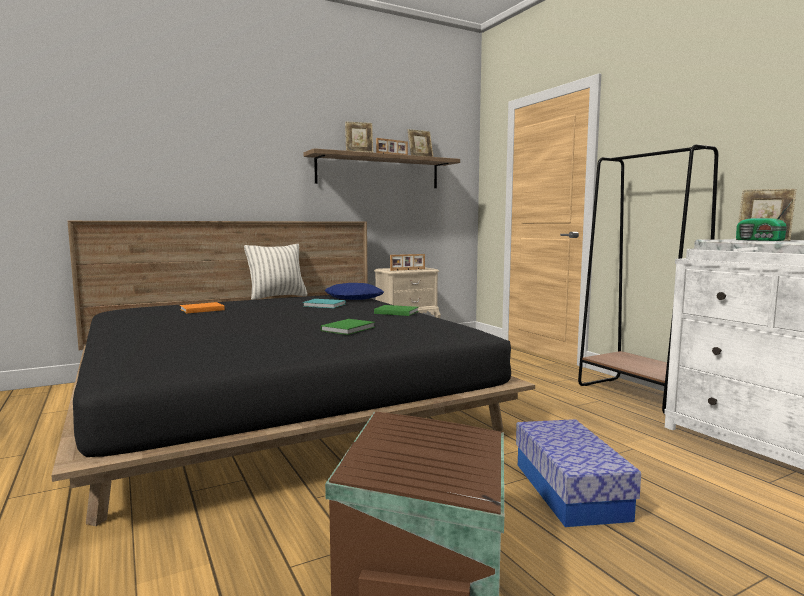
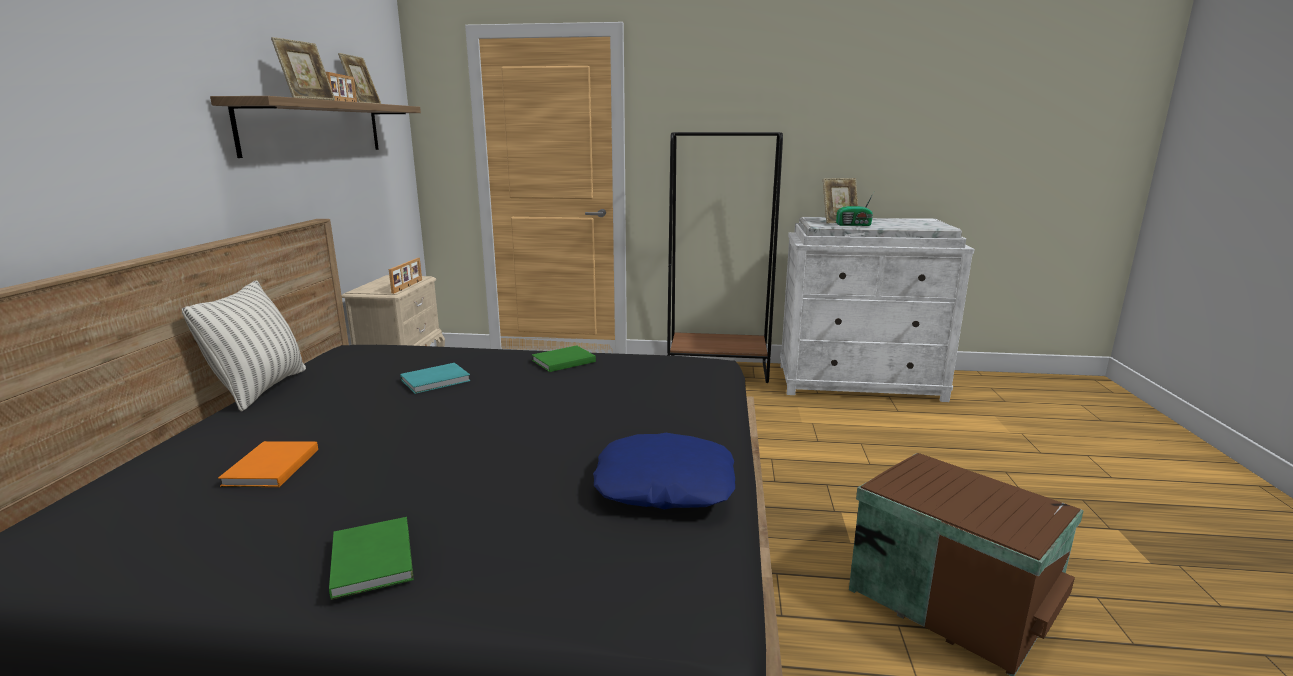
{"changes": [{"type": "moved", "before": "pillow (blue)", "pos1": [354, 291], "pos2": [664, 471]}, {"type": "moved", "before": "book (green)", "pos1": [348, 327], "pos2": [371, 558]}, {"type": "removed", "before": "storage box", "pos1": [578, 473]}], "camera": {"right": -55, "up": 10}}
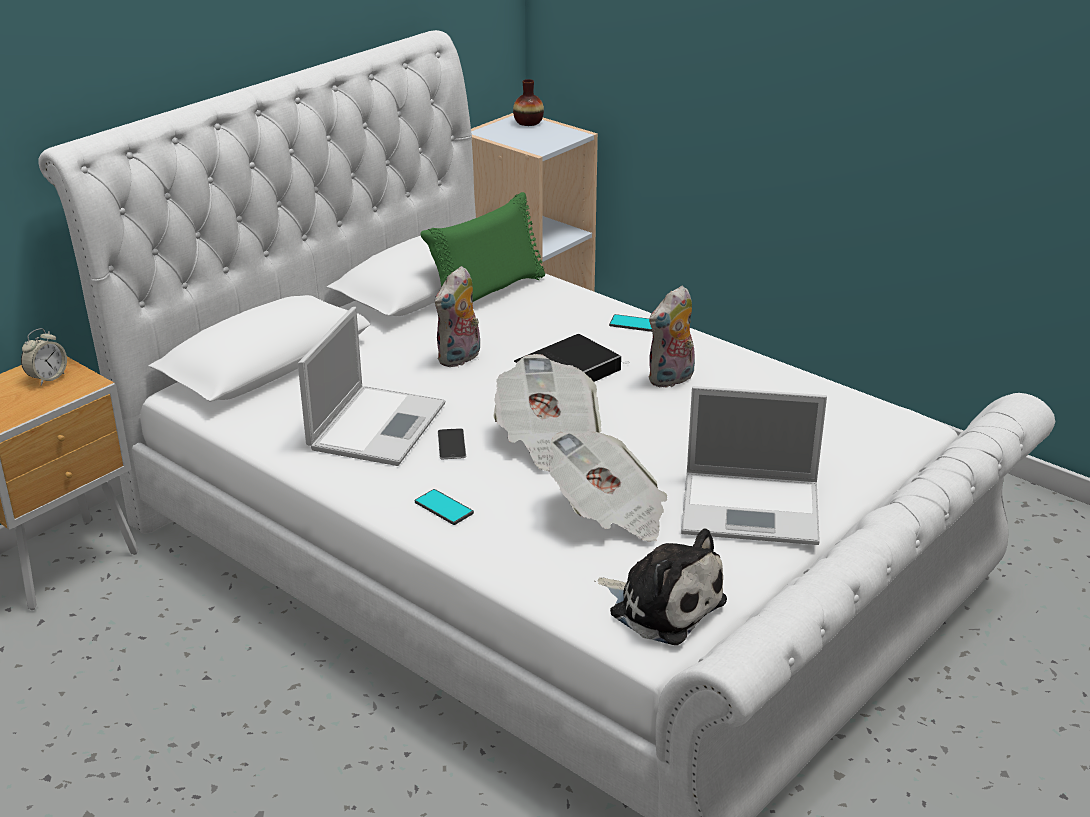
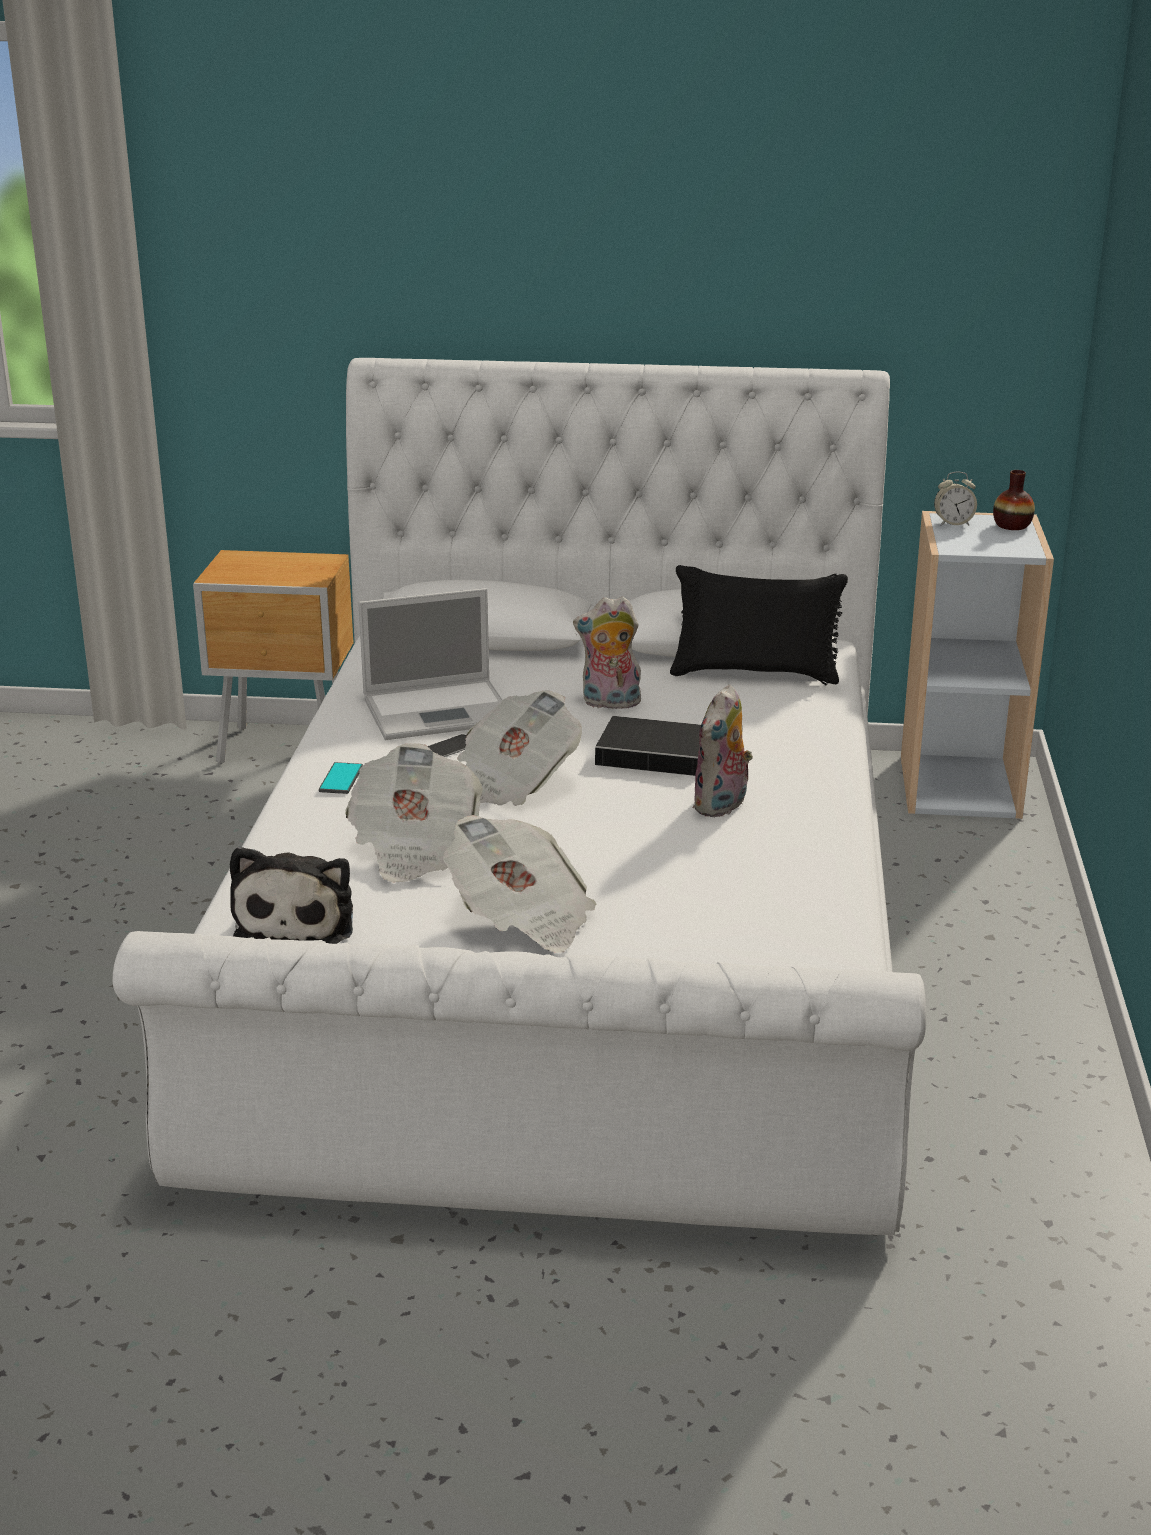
{"changes": [{"type": "recoloured", "before": "pillow (green)", "after": "pillow (black)", "pos1": [482, 247], "pos2": [759, 625]}, {"type": "turned", "before": "plush toy", "pos1": [671, 337], "pos2": [723, 751], "turn": -75}, {"type": "removed", "before": "phone", "pos1": [630, 323]}, {"type": "moved", "before": "alarm clock", "pos1": [44, 357], "pos2": [955, 499]}, {"type": "replaced", "before": "laptop", "after": "newspaper", "pos1": [754, 465], "pos2": [519, 883]}], "camera": {"right": 55, "up": -5}}
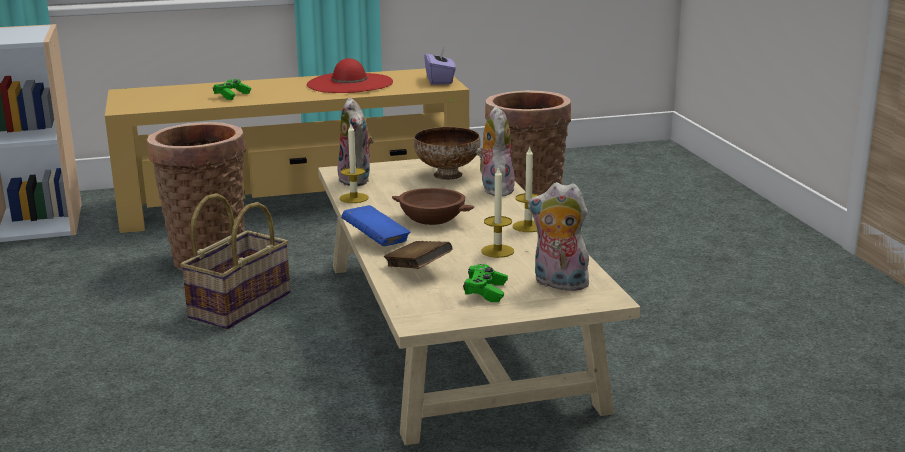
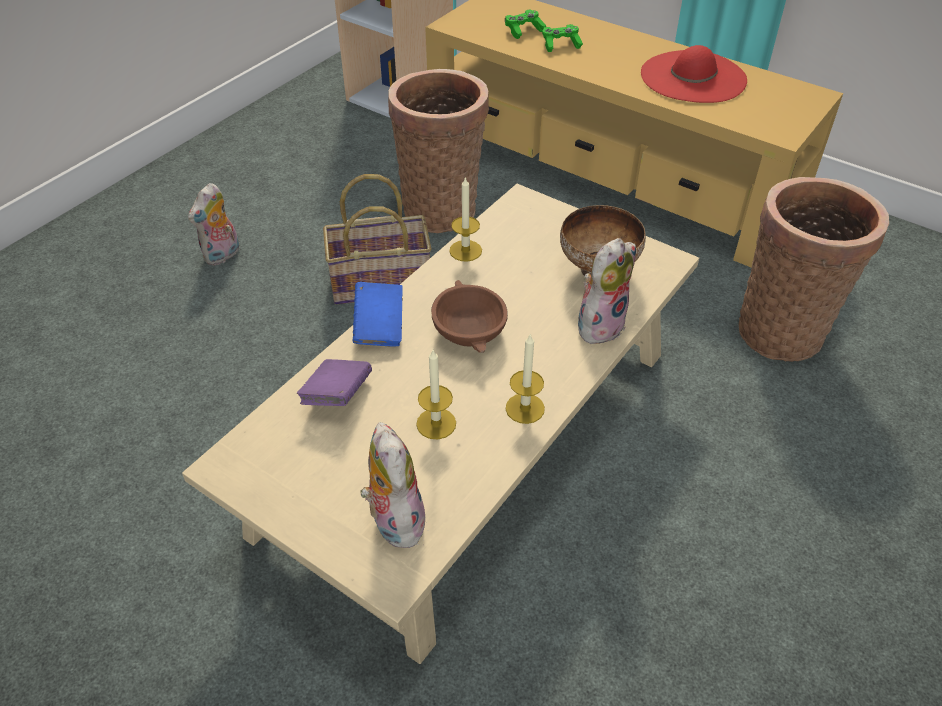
{"changes": [{"type": "removed", "before": "tissue box (purple)", "pos1": [440, 66]}, {"type": "moved", "before": "plush toy", "pos1": [355, 141], "pos2": [213, 224]}, {"type": "recoloured", "before": "book (brown)", "after": "book (purple)", "pos1": [418, 255], "pos2": [334, 382]}, {"type": "moved", "before": "game controller (green)", "pos1": [485, 283], "pos2": [525, 24]}], "camera": {"right": 50, "up": 25}}
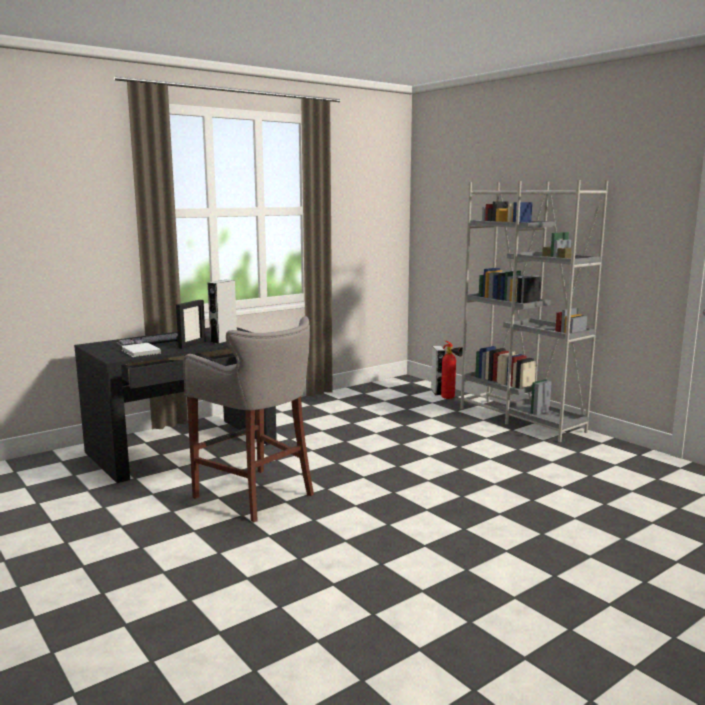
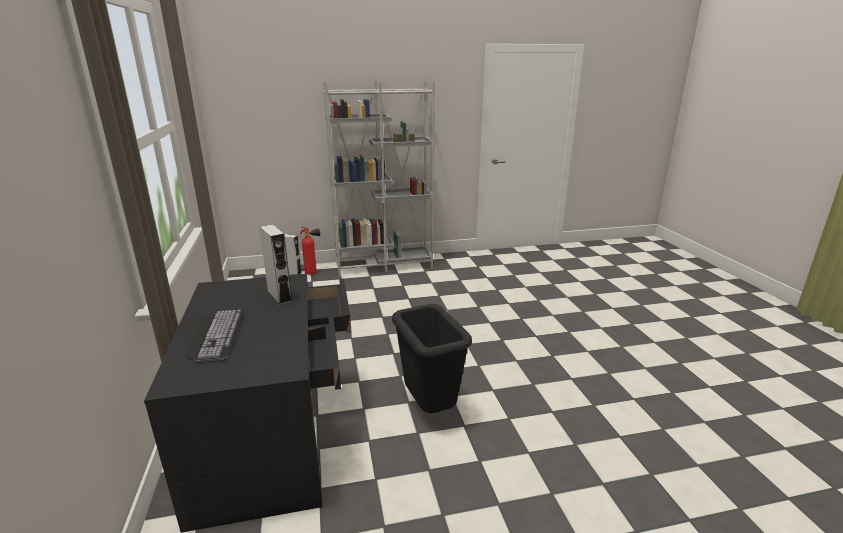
{"changes": [{"type": "removed", "before": "picture frame", "pos1": [191, 324]}, {"type": "replaced", "before": "stool (grey)", "after": "trash can (black)", "pos1": [248, 419], "pos2": [432, 358]}, {"type": "removed", "before": "book (white)", "pos1": [141, 350]}], "camera": {"right": -65, "up": 10}}
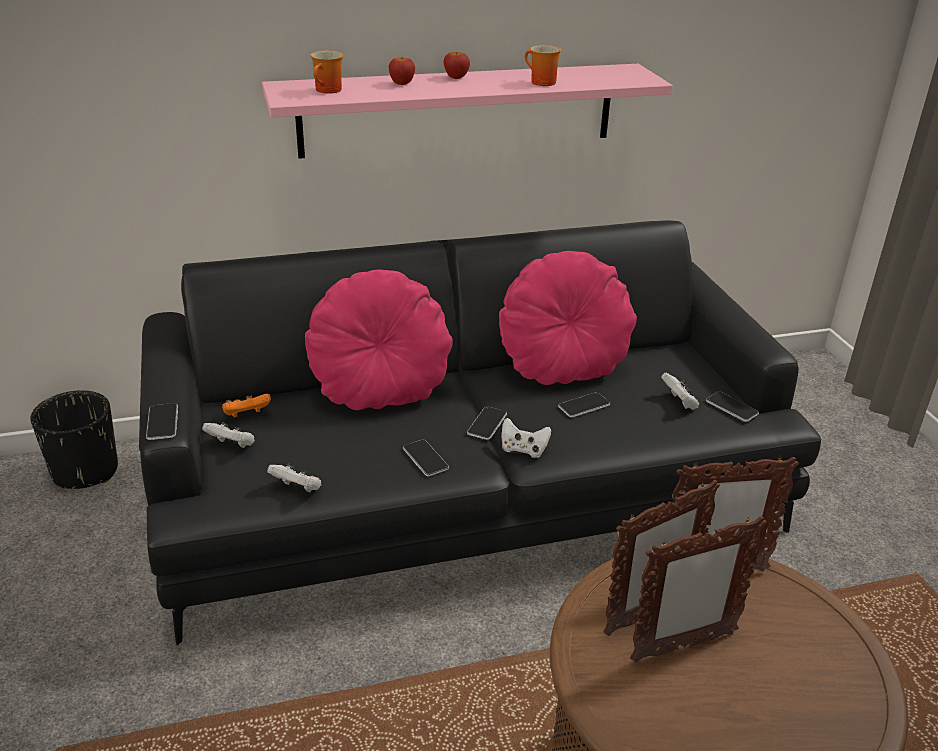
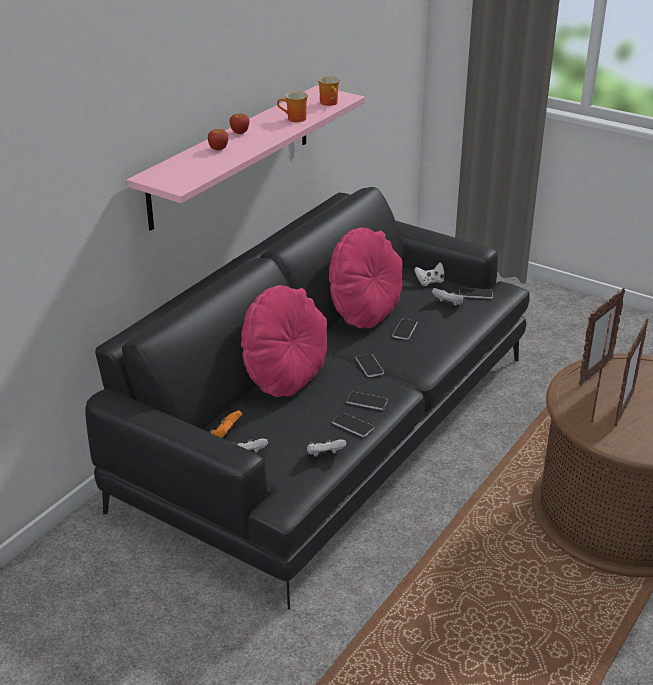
{"changes": [{"type": "moved", "before": "mug", "pos1": [326, 72], "pos2": [329, 91]}, {"type": "removed", "before": "planter (black)", "pos1": [74, 439]}, {"type": "moved", "before": "phone", "pos1": [162, 421], "pos2": [353, 425]}, {"type": "moved", "before": "game controller (white)", "pos1": [526, 438], "pos2": [429, 274]}], "camera": {"right": -40, "up": 0}}
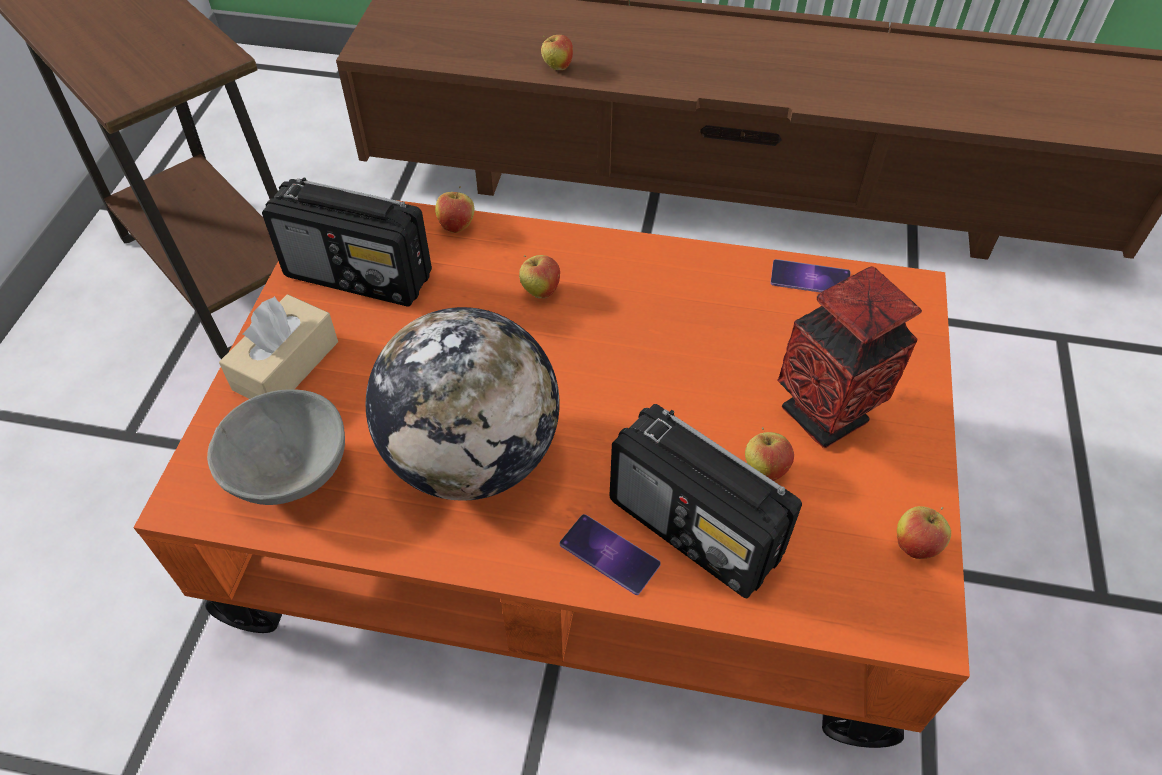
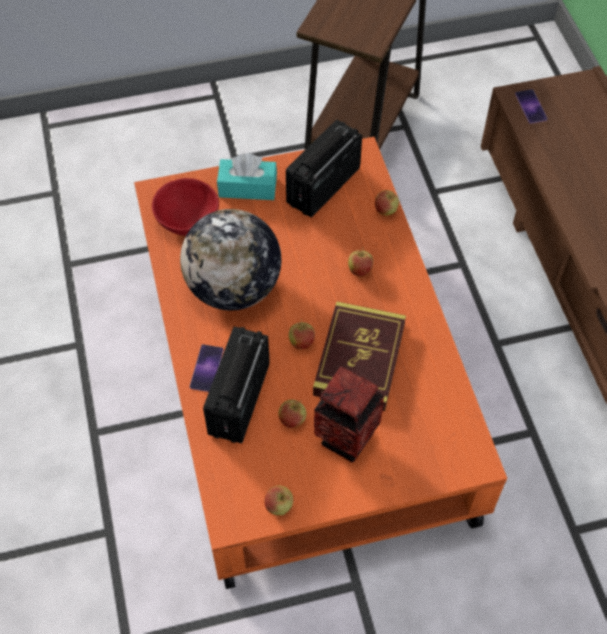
{"changes": [{"type": "moved", "before": "apple", "pos1": [557, 52], "pos2": [302, 334]}, {"type": "turned", "before": "radio", "pos1": [347, 241], "pos2": [324, 168], "turn": 45}, {"type": "moved", "before": "phone", "pos1": [810, 276], "pos2": [531, 106]}, {"type": "recoloured", "before": "tissue box (beige)", "after": "tissue box (turquoise)", "pos1": [278, 346], "pos2": [247, 177]}, {"type": "recoloured", "before": "bowl (grey)", "after": "bowl (red)", "pos1": [276, 447], "pos2": [185, 207]}, {"type": "added", "after": "book", "pos2": [359, 356]}], "camera": {"right": 65, "up": 5}}
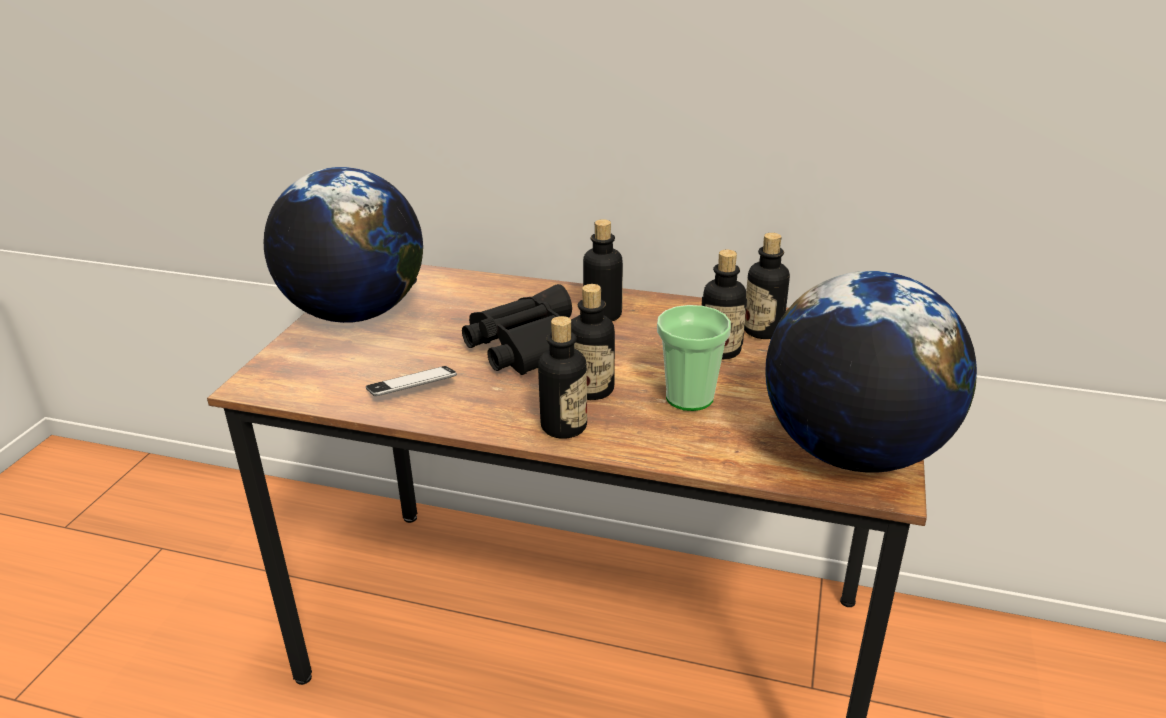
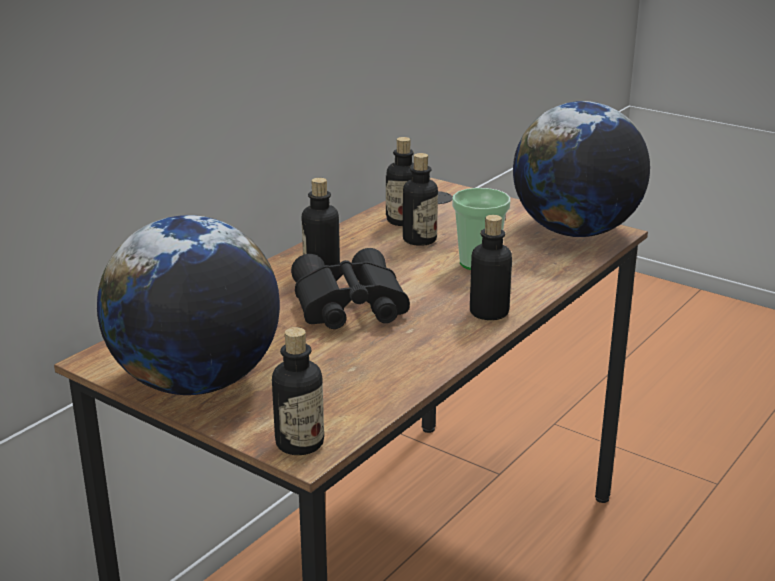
{"changes": [{"type": "moved", "before": "bottle", "pos1": [593, 342], "pos2": [298, 391]}, {"type": "removed", "before": "phone", "pos1": [411, 381]}], "camera": {"right": -70, "up": -5}}
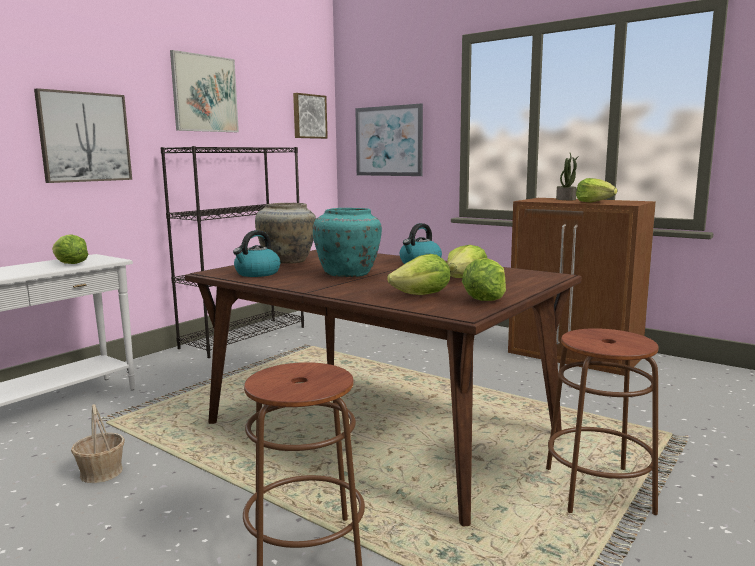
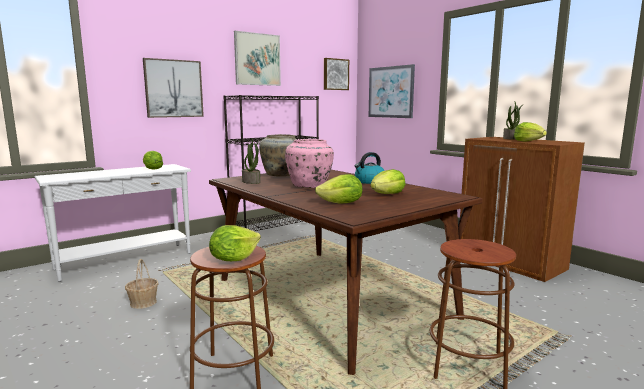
{"changes": [{"type": "recoloured", "before": "vase (turquoise)", "after": "vase (pink)", "pos1": [347, 242], "pos2": [309, 163]}, {"type": "replaced", "before": "kettle", "after": "potted plant", "pos1": [256, 253], "pos2": [251, 161]}, {"type": "moved", "before": "lettuce", "pos1": [484, 279], "pos2": [235, 243]}], "camera": {"right": 15, "up": 0}}
